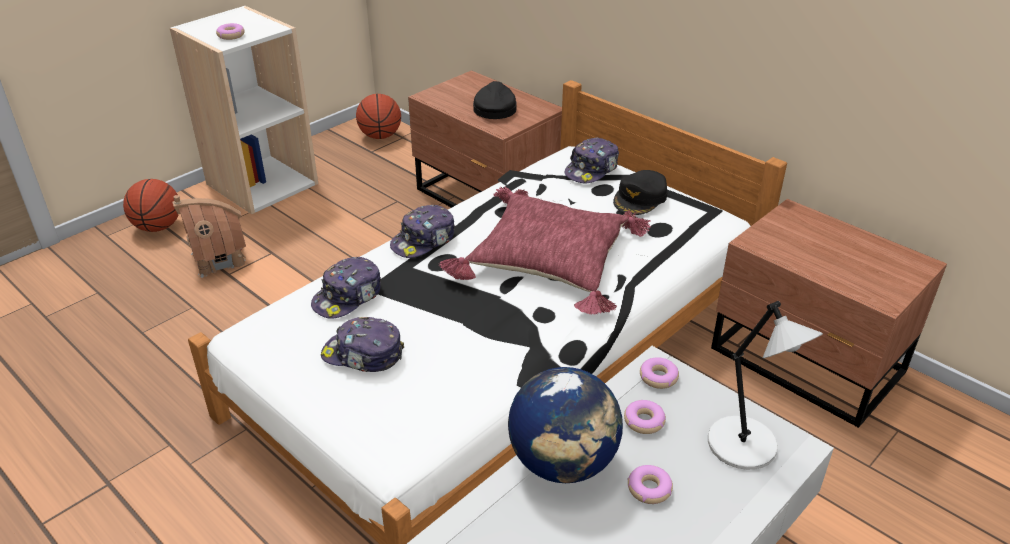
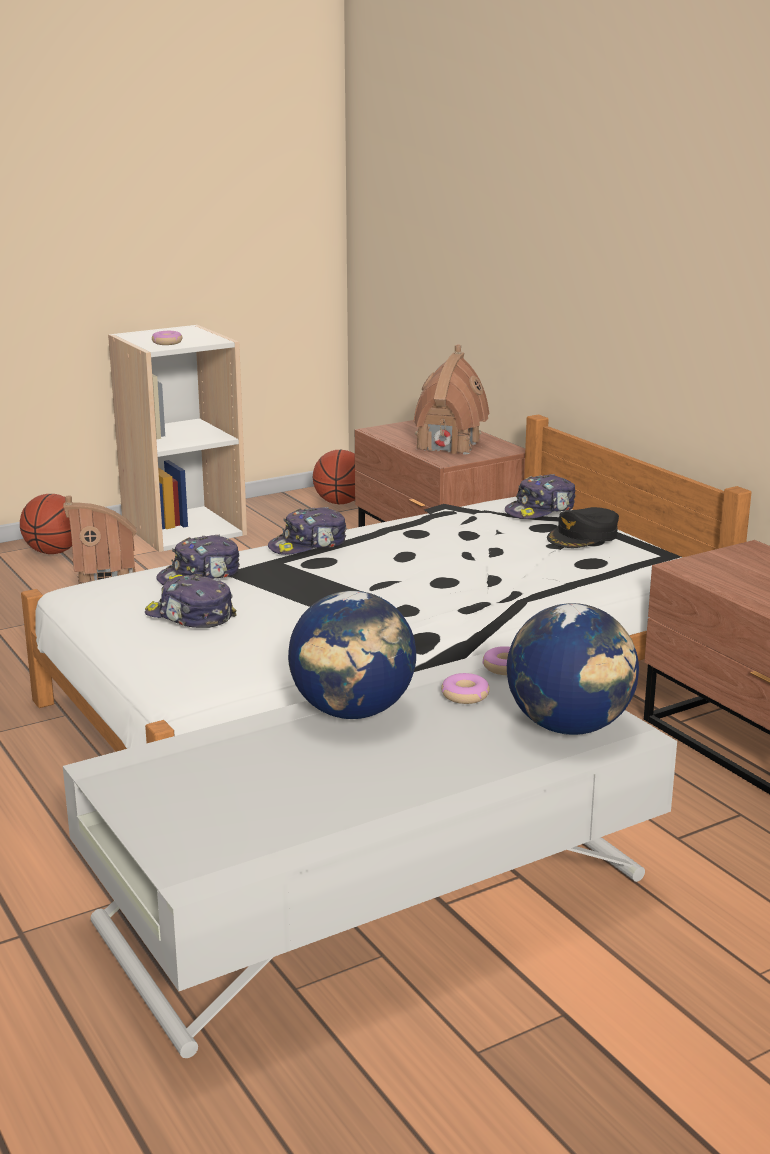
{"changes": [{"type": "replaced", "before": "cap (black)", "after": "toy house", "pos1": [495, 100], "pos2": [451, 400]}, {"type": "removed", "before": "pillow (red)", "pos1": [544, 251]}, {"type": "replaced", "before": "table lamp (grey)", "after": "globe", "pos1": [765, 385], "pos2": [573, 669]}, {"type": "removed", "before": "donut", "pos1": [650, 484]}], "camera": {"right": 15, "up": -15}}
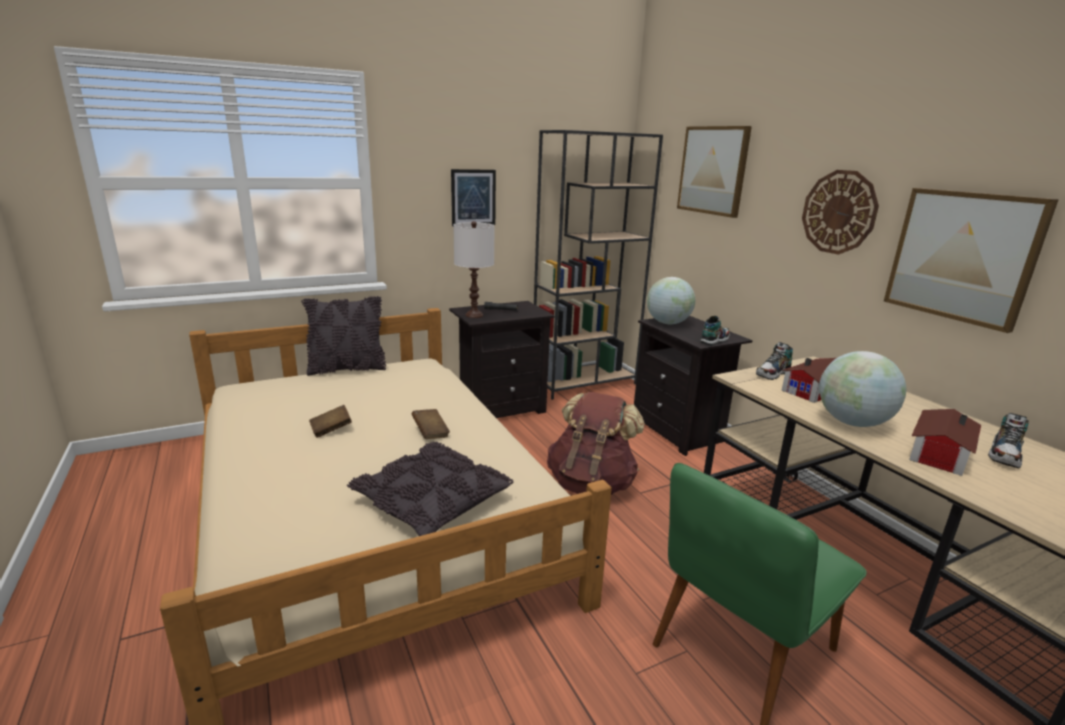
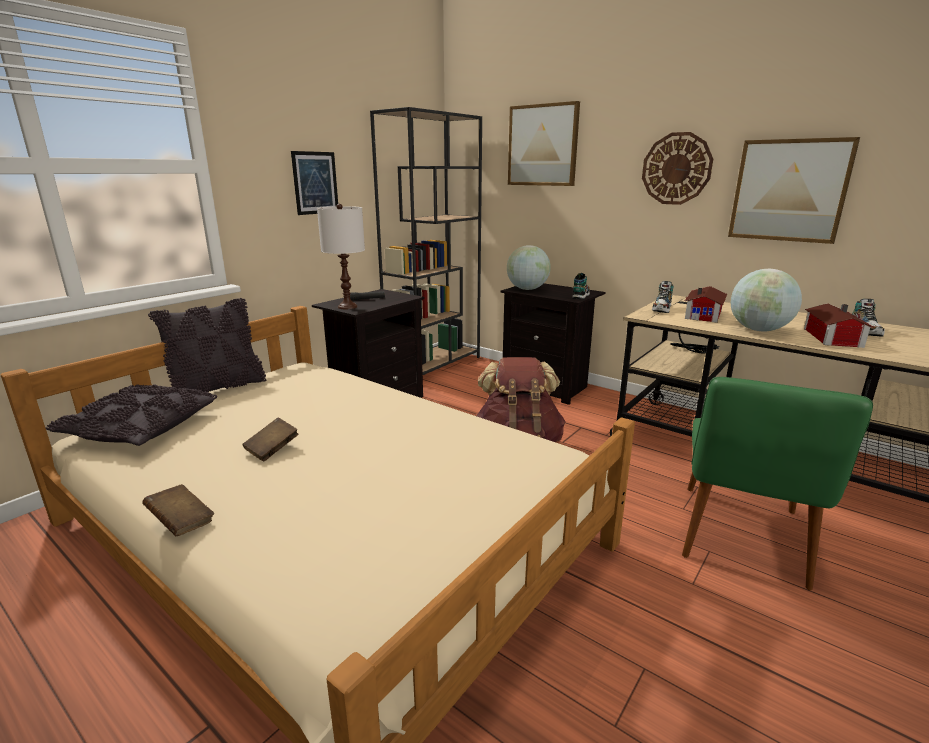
{"changes": [{"type": "moved", "before": "book (brown)", "pos1": [430, 424], "pos2": [178, 510]}, {"type": "moved", "before": "pillow (black)", "pos1": [430, 489], "pos2": [131, 415]}], "camera": {"right": -25, "up": 0}}
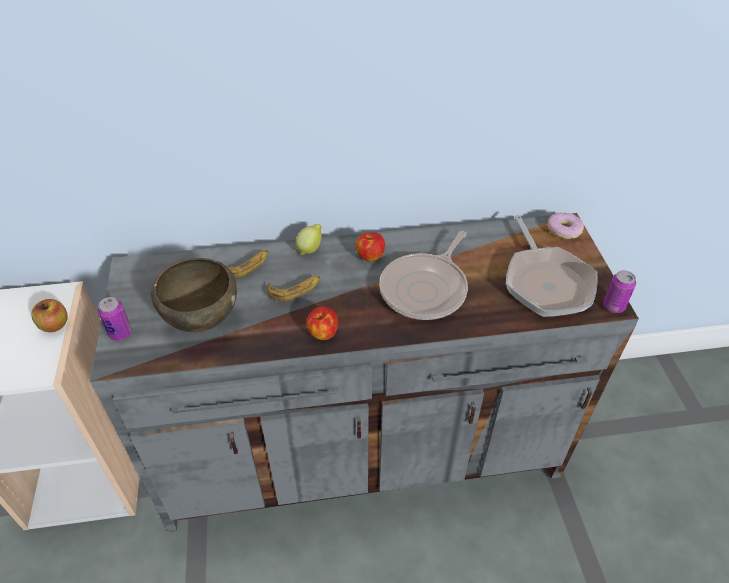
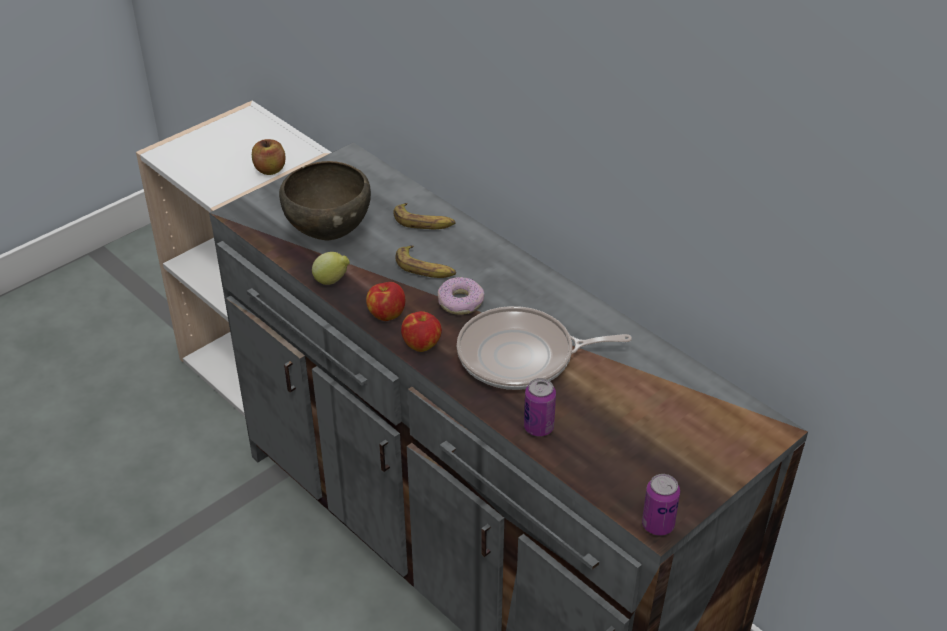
{"changes": [{"type": "moved", "before": "donut", "pos1": [566, 225], "pos2": [460, 296]}, {"type": "removed", "before": "frying pan", "pos1": [552, 266]}, {"type": "moved", "before": "lemon", "pos1": [308, 239], "pos2": [331, 268]}, {"type": "moved", "before": "apple", "pos1": [370, 247], "pos2": [421, 331]}, {"type": "moved", "before": "can", "pos1": [115, 319], "pos2": [540, 407]}], "camera": {"right": 55, "up": -5}}
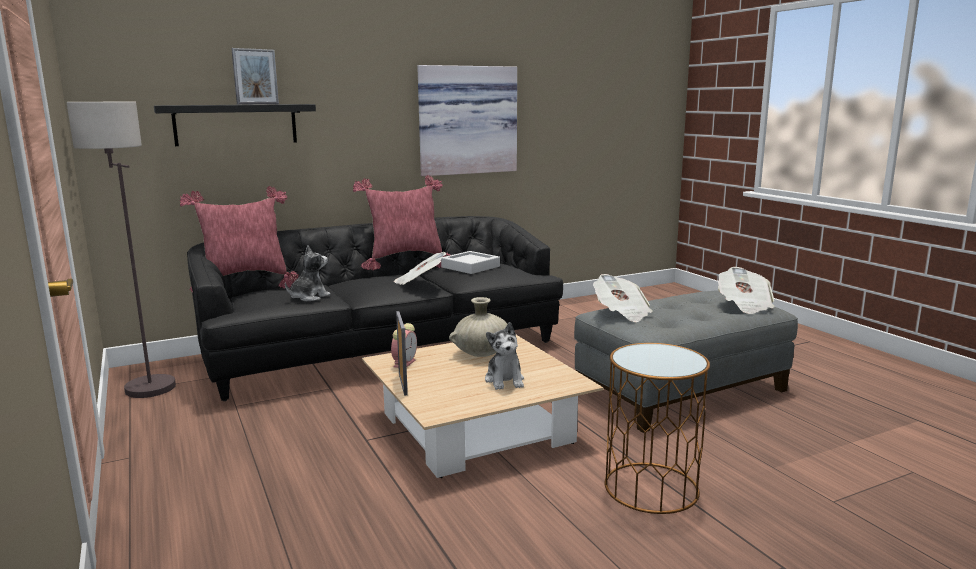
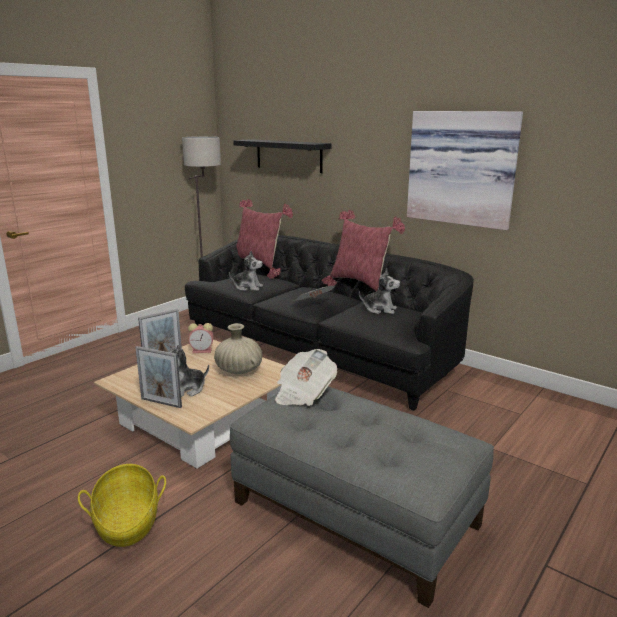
{"changes": [{"type": "moved", "before": "picture frame", "pos1": [255, 76], "pos2": [158, 377]}, {"type": "replaced", "before": "tray (grey)", "after": "plush toy", "pos1": [470, 262], "pos2": [379, 291]}, {"type": "removed", "before": "newspaper", "pos1": [746, 290]}, {"type": "replaced", "before": "side table (brown)", "after": "basket", "pos1": [657, 428], "pos2": [122, 505]}], "camera": {"right": 65, "up": 5}}
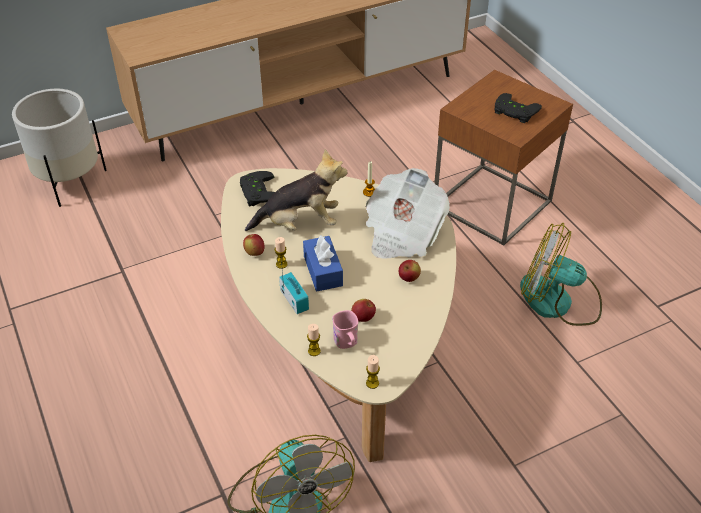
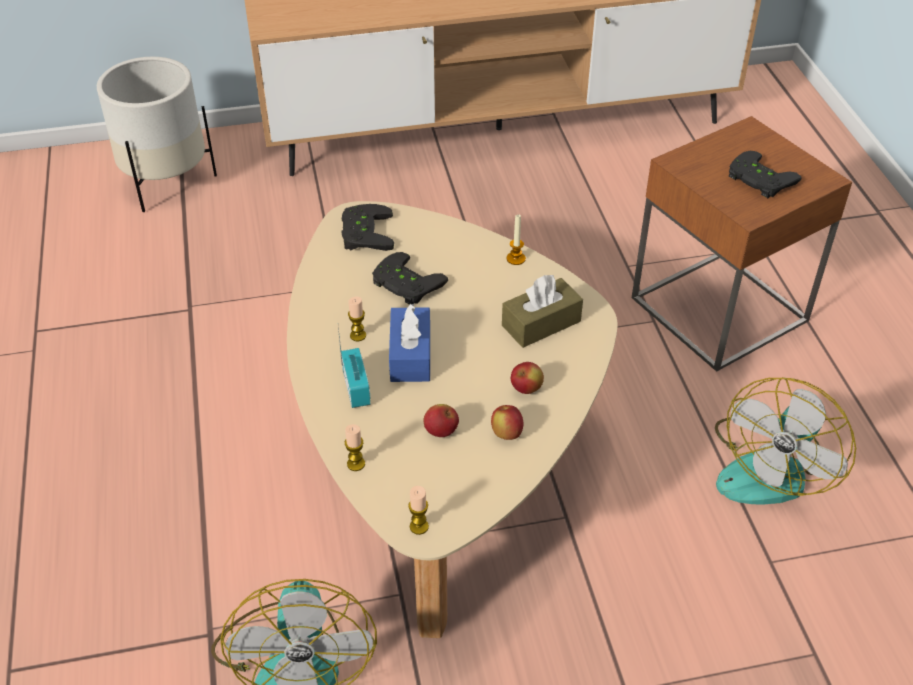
{"changes": [{"type": "replaced", "before": "plush toy", "after": "game controller (black)", "pos1": [296, 190], "pos2": [410, 278]}, {"type": "replaced", "before": "newspaper", "after": "tissue box (brown)", "pos1": [408, 213], "pos2": [542, 311]}, {"type": "turned", "before": "fan", "pos1": [561, 274], "pos2": [785, 441], "turn": -90}, {"type": "moved", "before": "apple", "pos1": [253, 245], "pos2": [507, 422]}, {"type": "removed", "before": "mug (pink)", "pos1": [345, 329]}], "camera": {"right": 15, "up": 0}}
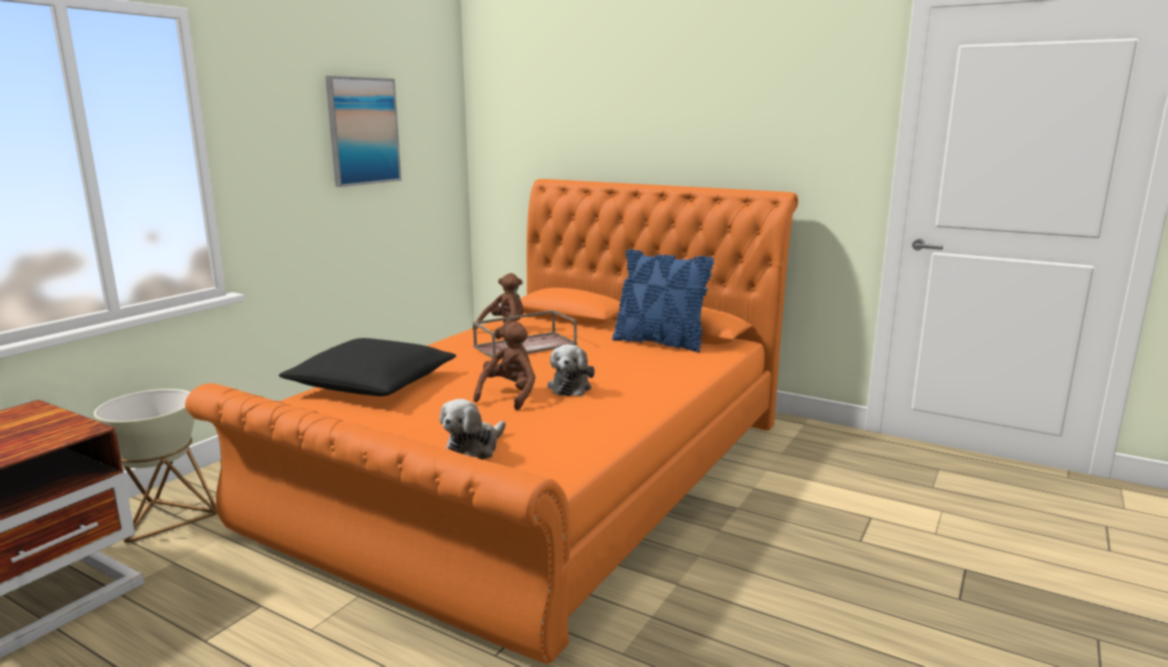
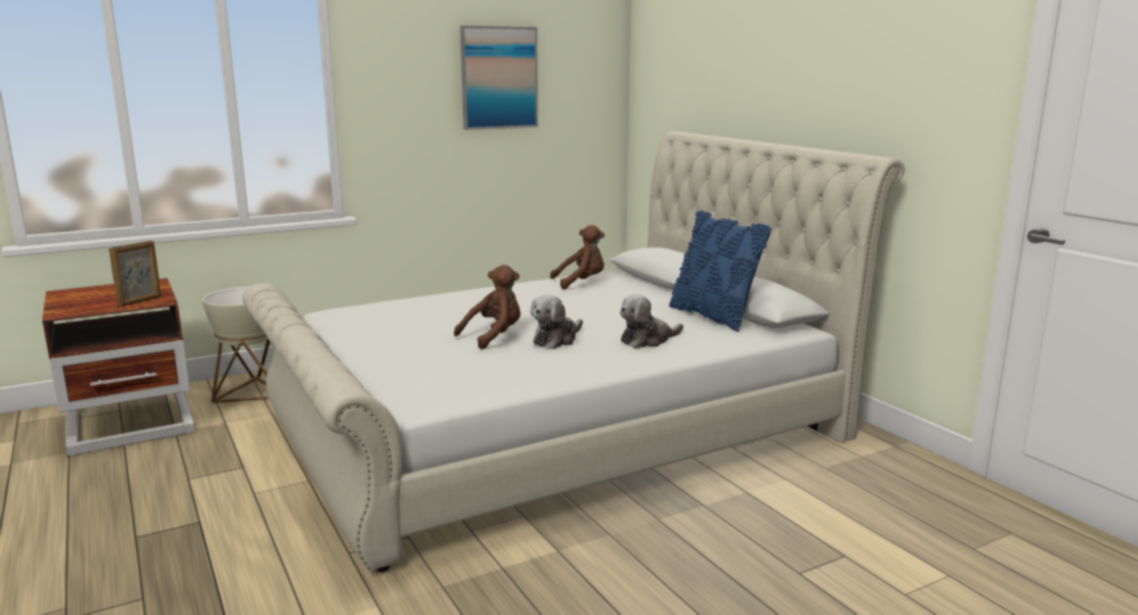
{"changes": [{"type": "recoloured", "before": "bed (orange)", "after": "bed (beige)", "pos1": [491, 421], "pos2": [573, 352]}, {"type": "removed", "before": "tray (brown)", "pos1": [525, 334]}, {"type": "removed", "before": "pillow (black)", "pos1": [367, 367]}, {"type": "moved", "before": "plush toy", "pos1": [472, 429], "pos2": [651, 321]}, {"type": "added", "after": "picture frame", "pos2": [135, 274]}], "camera": {"right": 30, "up": 0}}
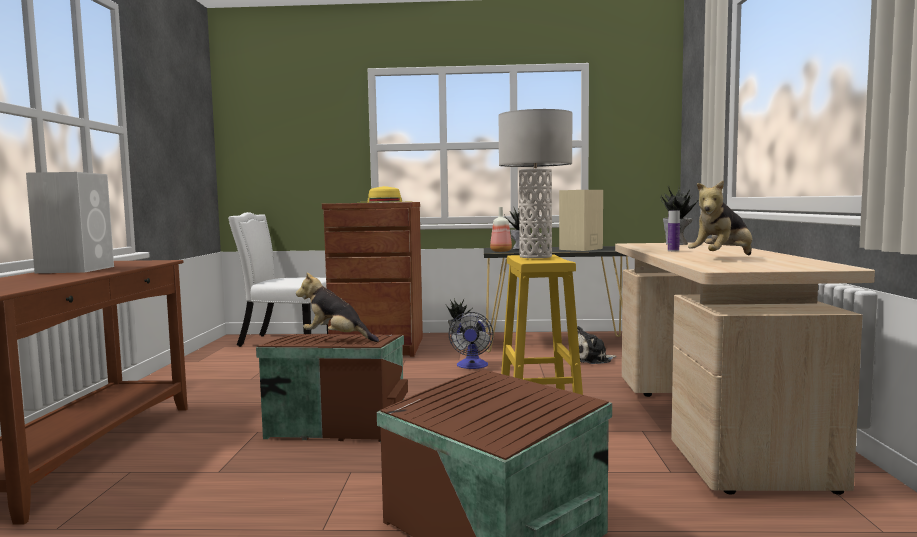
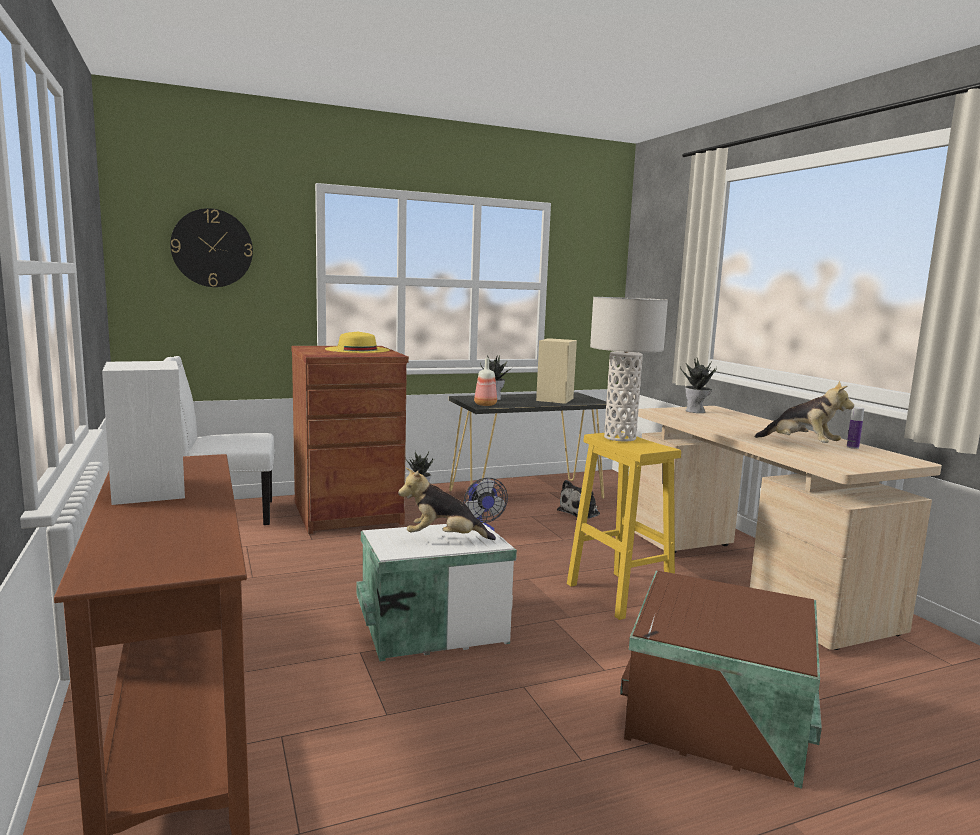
{"changes": [{"type": "turned", "before": "plush toy", "pos1": [720, 217], "pos2": [804, 412], "turn": -75}, {"type": "moved", "before": "bottle", "pos1": [674, 231], "pos2": [855, 428]}, {"type": "recoloured", "before": "storage box (brown)", "after": "storage box (white)", "pos1": [332, 388], "pos2": [437, 591]}, {"type": "added", "after": "wall clock", "pos2": [211, 247]}], "camera": {"right": -25, "up": 5}}
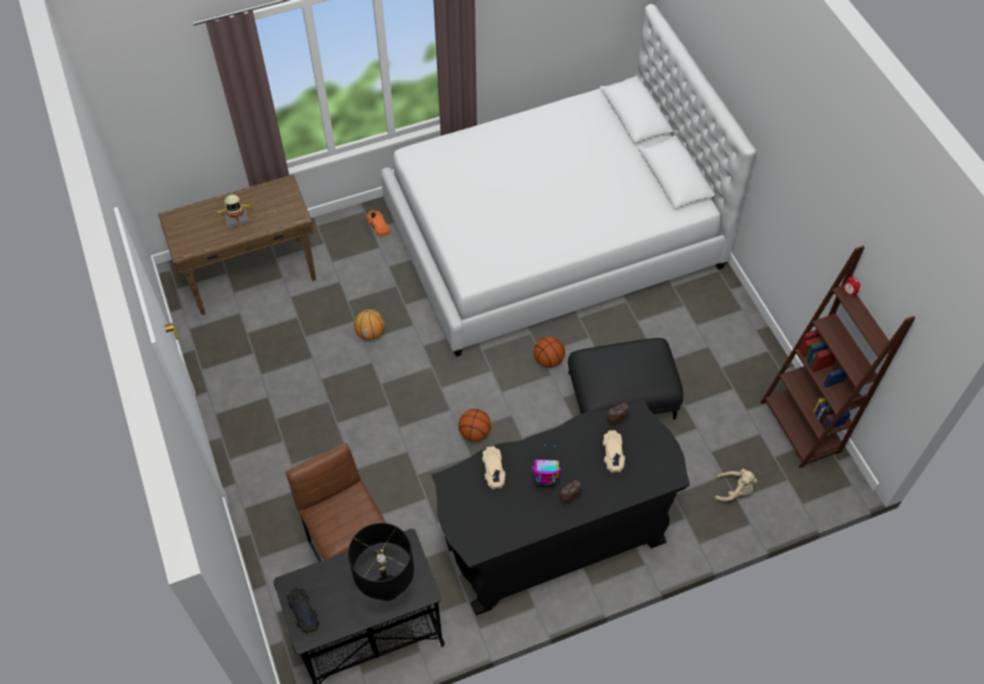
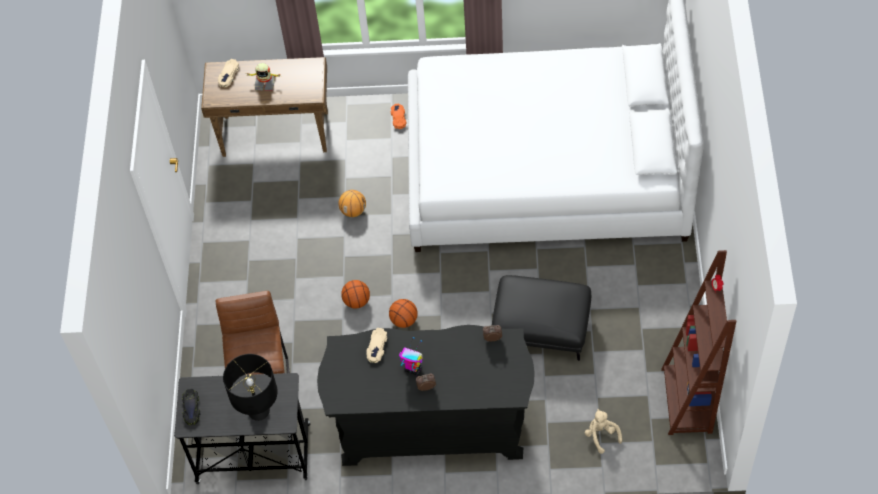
{"changes": [{"type": "moved", "before": "basketball", "pos1": [549, 352], "pos2": [355, 294]}, {"type": "moved", "before": "toy car (beige)", "pos1": [614, 451], "pos2": [228, 73]}, {"type": "turned", "before": "plush toy (beige)", "pos1": [735, 485], "pos2": [603, 431], "turn": -150}], "camera": {"right": 25, "up": 0}}
